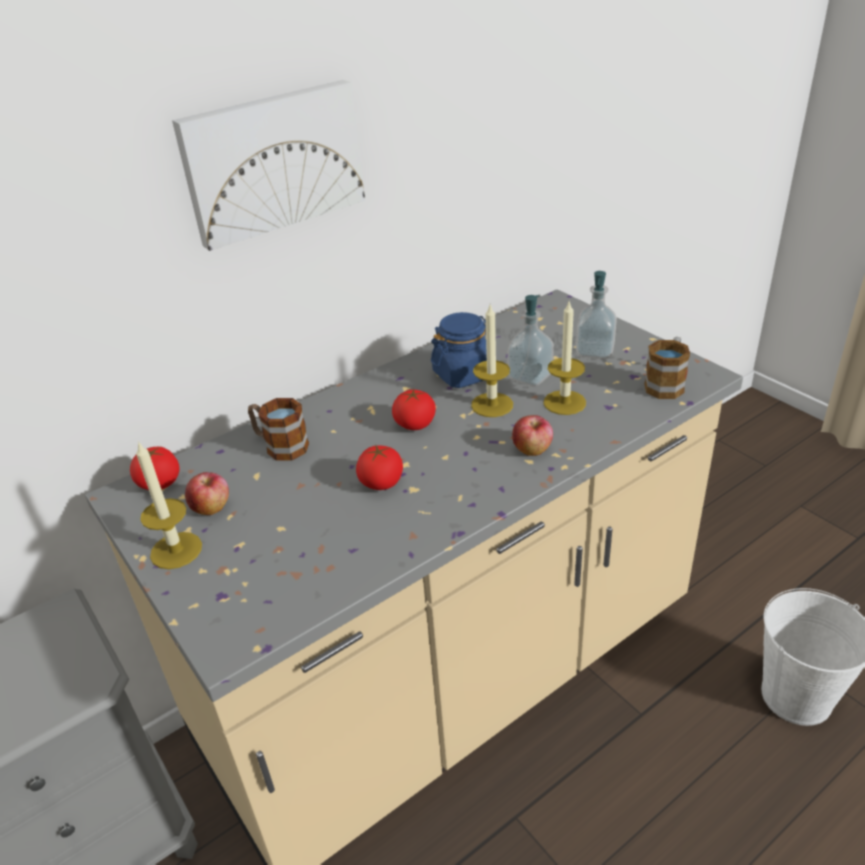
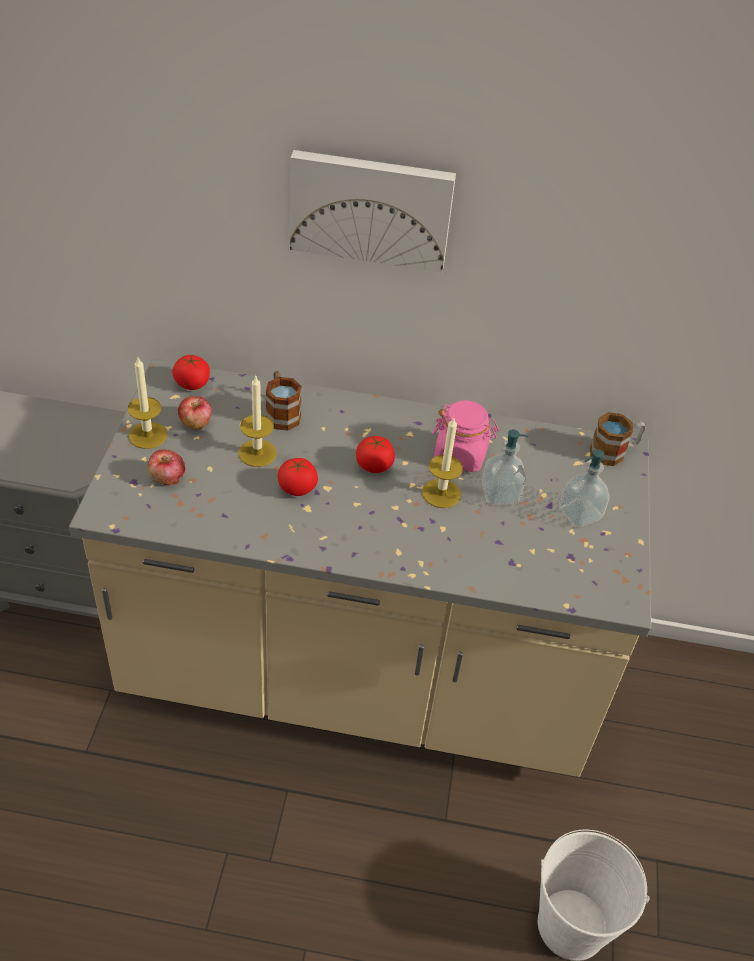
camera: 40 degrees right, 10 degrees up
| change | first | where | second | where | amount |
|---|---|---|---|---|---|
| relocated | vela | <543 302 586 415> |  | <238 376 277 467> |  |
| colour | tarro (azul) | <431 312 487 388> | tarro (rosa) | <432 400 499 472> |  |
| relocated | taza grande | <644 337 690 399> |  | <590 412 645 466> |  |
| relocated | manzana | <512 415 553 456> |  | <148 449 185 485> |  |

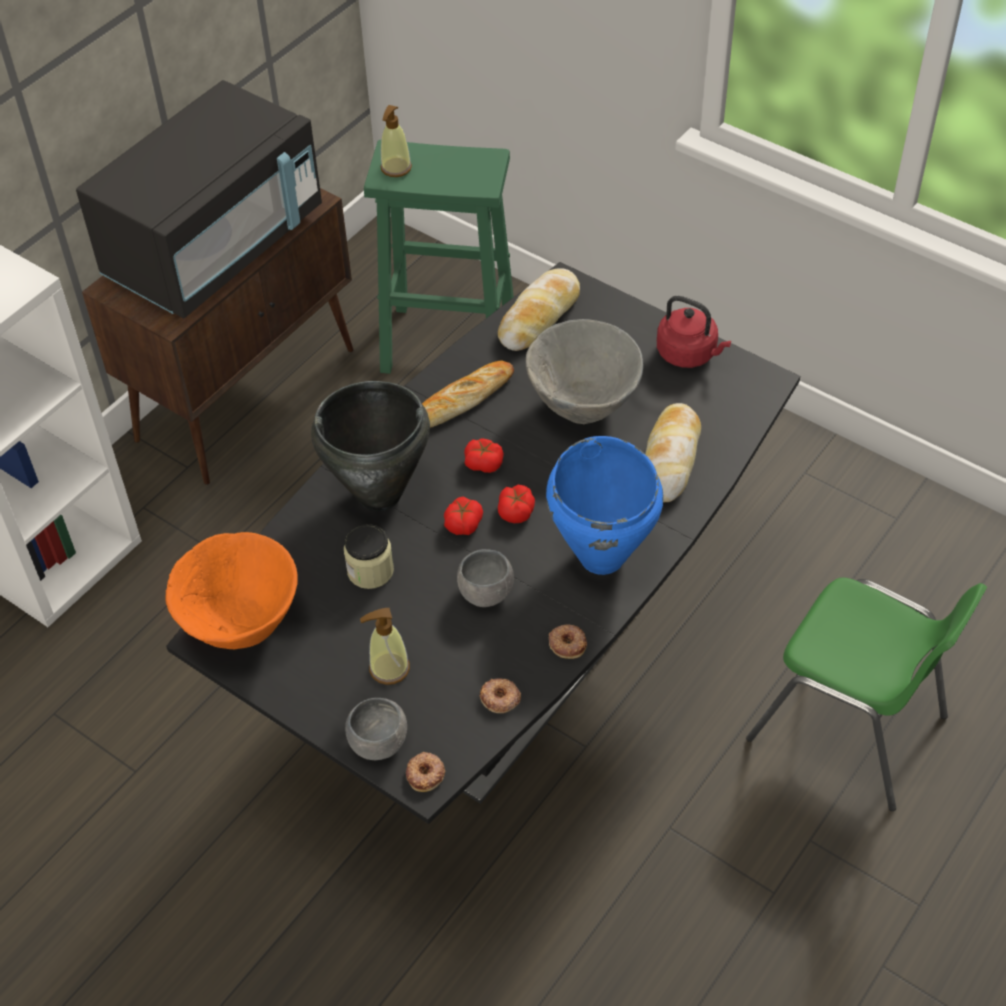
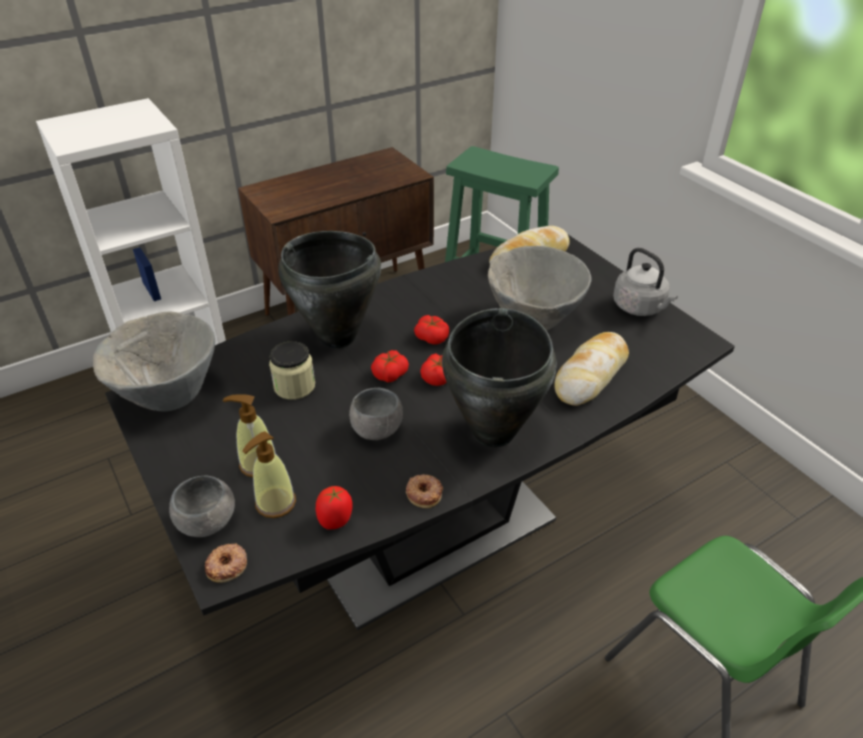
camera: 20 degrees right, 10 degrees down
| change | first | where | second | where | amount |
|---|---|---|---|---|---|
| missing | microondas (negro) | <76 80 322 318> |  |  |  |
| relocated | dispensador de jabón | <380 105 412 177> |  | <242 431 296 518> |  |
| colour | hervidor (rojo) | <657 296 731 368> | hervidor (gris) | <613 248 678 316> |  |
| missing | pan | <422 361 514 428> |  |  |  |
| colour | olla (azul) | <546 436 663 575> | olla (negro) | <442 308 557 447> |  |
| colour | cuenco (naranja) | <165 532 298 649> | cuenco (gris) | <93 311 215 412> |  |
| exchanged | rosquilla | <480 678 521 713> | tomate | <316 486 353 530> |  |

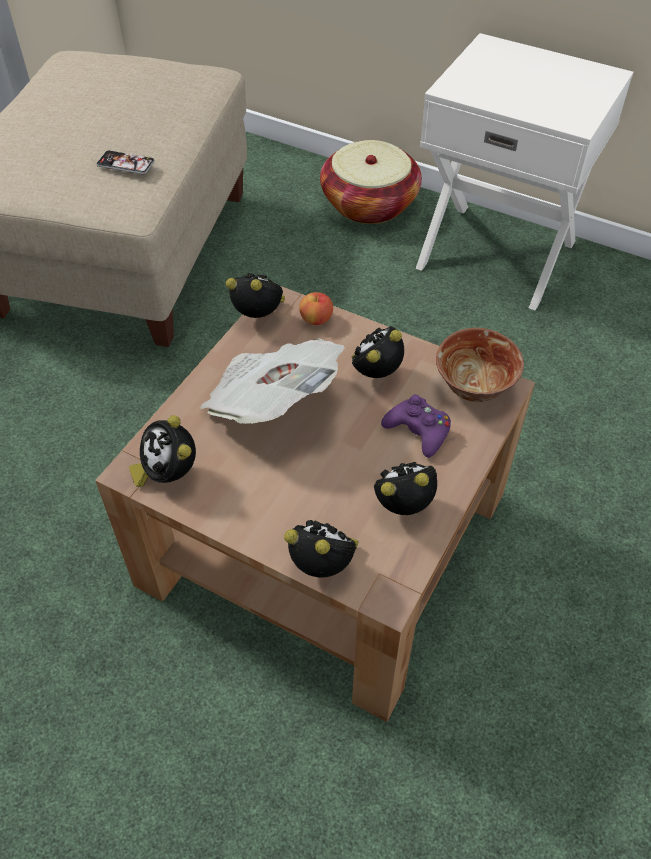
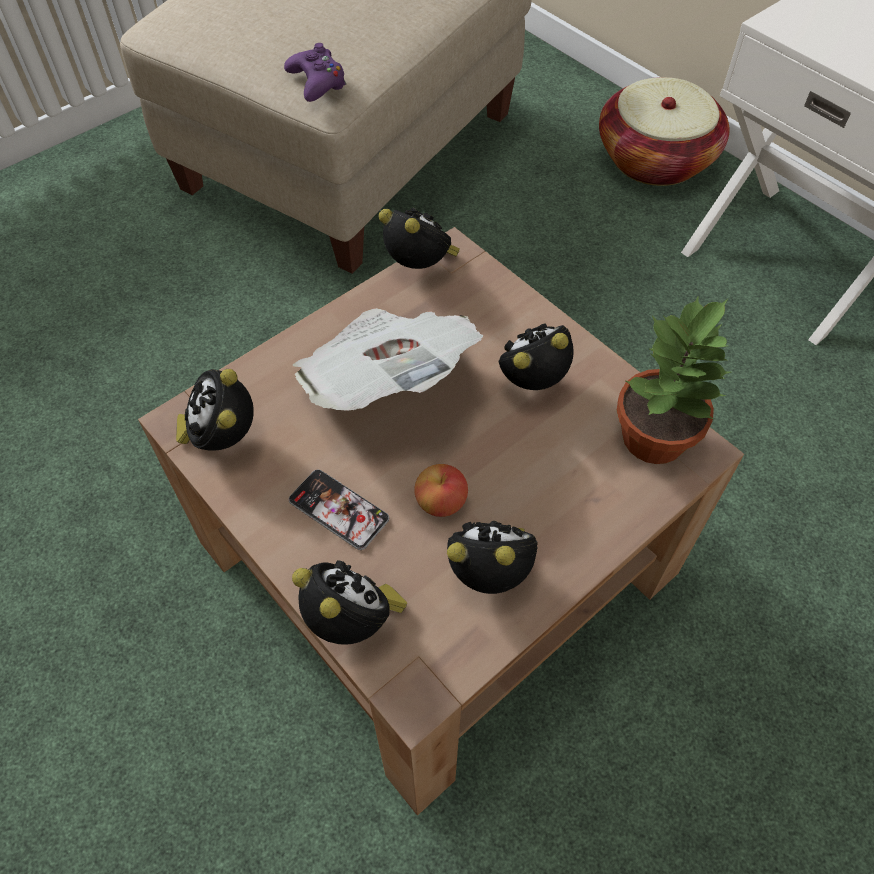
camera: 20 degrees right, 5 degrees up
| change | first | where | second | where | amount |
|---|---|---|---|---|---|
| relocated | móvil | <96 150 155 174> |  | <289 470 389 550> |  |
| relocated | manzana | <299 292 333 325> |  | <414 464 468 517> |  |
| exchanged | cuenco | <436 328 524 402> | planta en maceta | <617 297 731 464> |  |
| relocated | mando de consola (morado) | <381 395 451 458> |  | <284 43 346 102> |  |

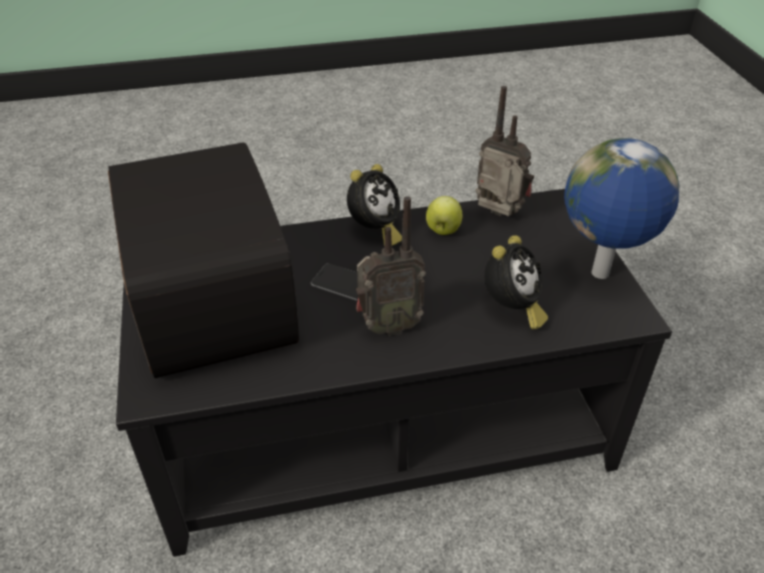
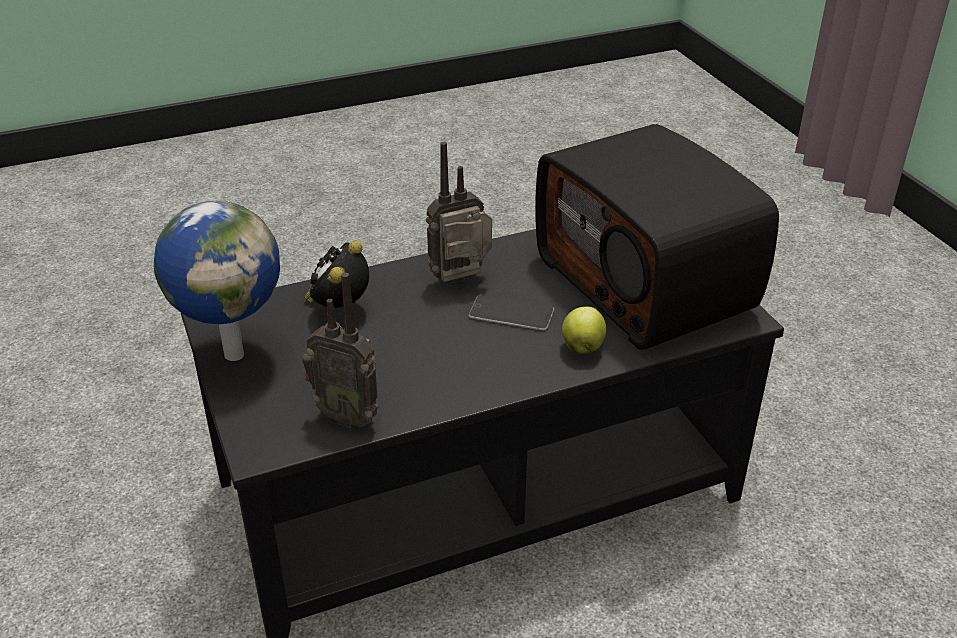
camera: 170 degrees right, 5 degrees down
| change | first | where | second | where | amount |
|---|---|---|---|---|---|
| missing | despertador | <347 164 402 246> |  |  |  |
| relocated | manzana | <426 196 462 235> |  | <562 307 606 354> |  |

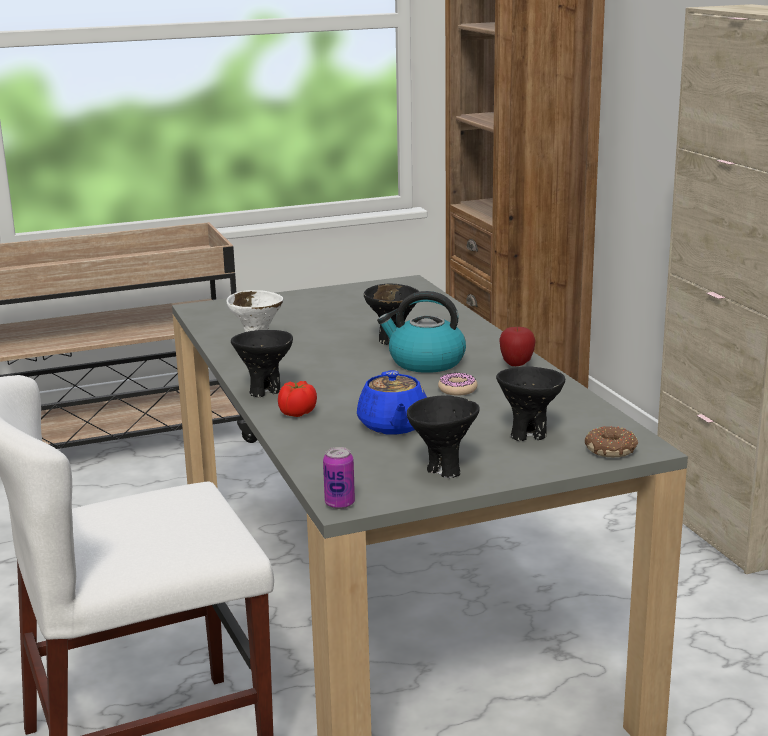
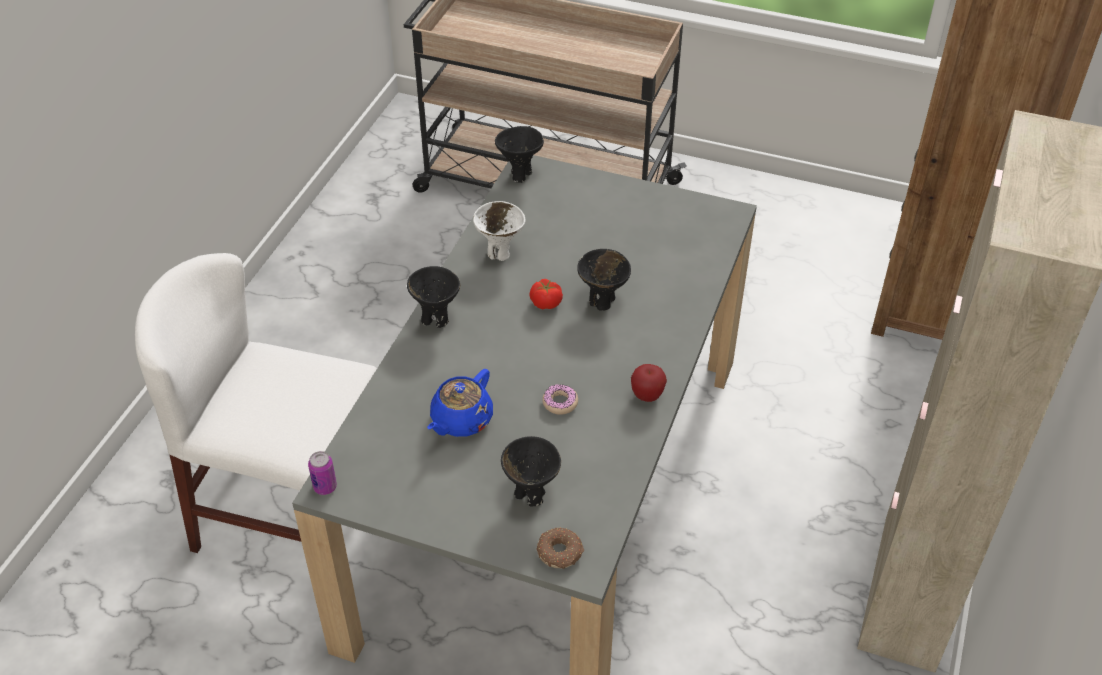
camera: 40 degrees right, 25 degrees up
| change | first | where | second | where | amount |
|---|---|---|---|---|---|
| missing | hervidor | <377 291 466 373> |  |  |  |
| relocated | tomate | <278 381 317 417> |  | <529 279 563 309> |  |
| relocated | cuenco (negro) | <407 396 480 478> |  | <495 126 544 183> |  |

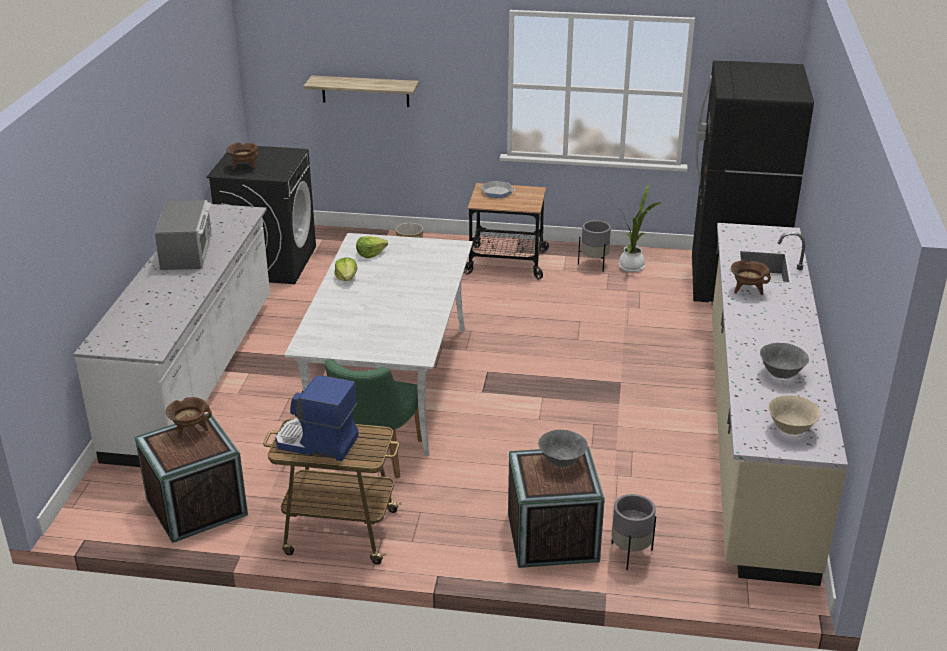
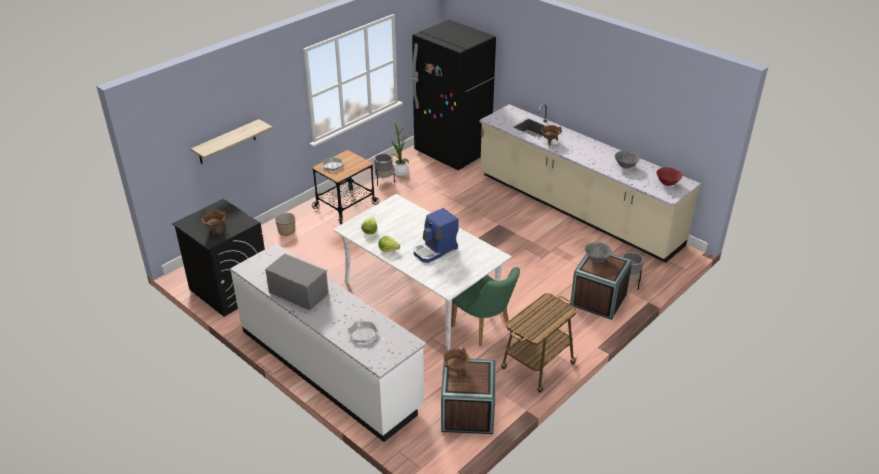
camera: 55 degrees left, 5 degrees up
| change | first | where | second | where | amount |
|---|---|---|---|---|---|
| relocated | cafetera | <275 375 359 461> |  | <414 208 459 263> |  |
| colour | cuenco (beis) | <768 395 821 435> | cuenco (rojo) | <656 167 683 186> |  |
| appeared |  |  | sartén | <348 321 378 343> |  |

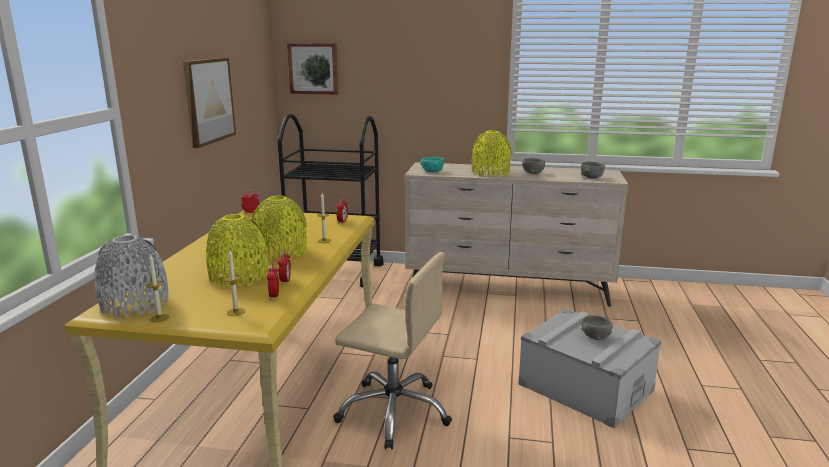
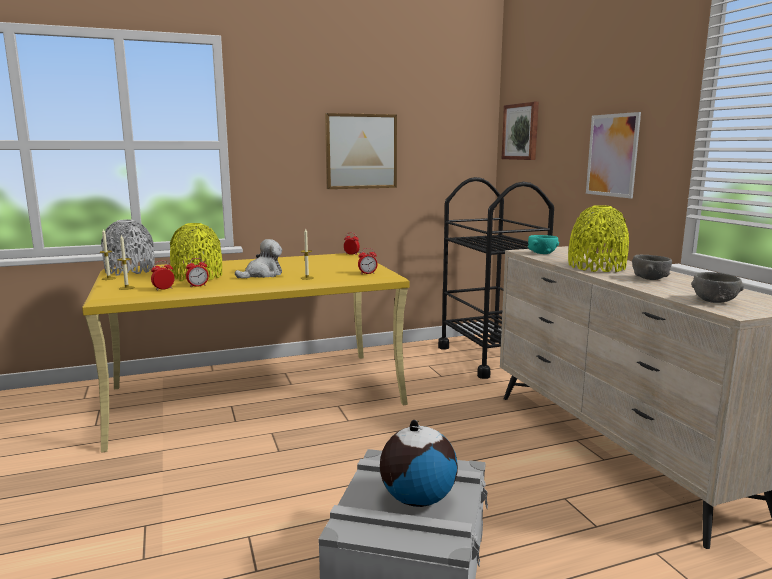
camera: 60 degrees right, 5 degrees down
| change | first | where | second | where | amount |
|---|---|---|---|---|---|
| exchanged | florero (amarillo) | <252 196 307 260> | peluche | <235 239 282 278> |  |
| missing | silla de oficina (beis) | <333 252 452 449> |  |  |  |
| exchanged | cuenco (gris) | <581 315 613 340> | globo terráqueo | <380 420 458 507> |  |
| appeared |  |  | cuadro | <586 112 641 198> |  |

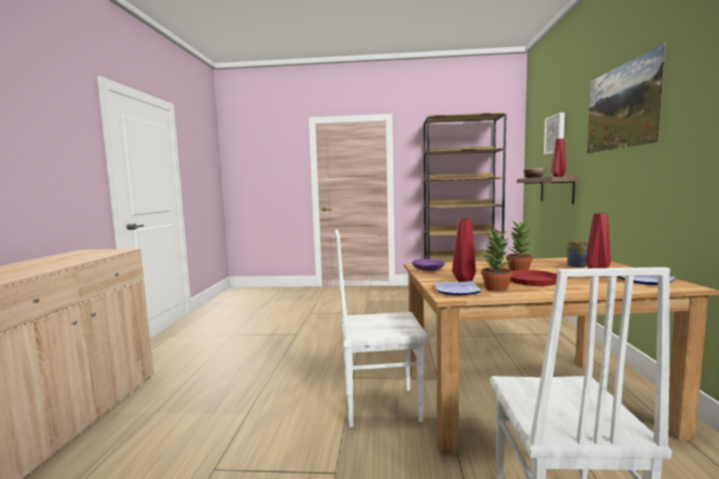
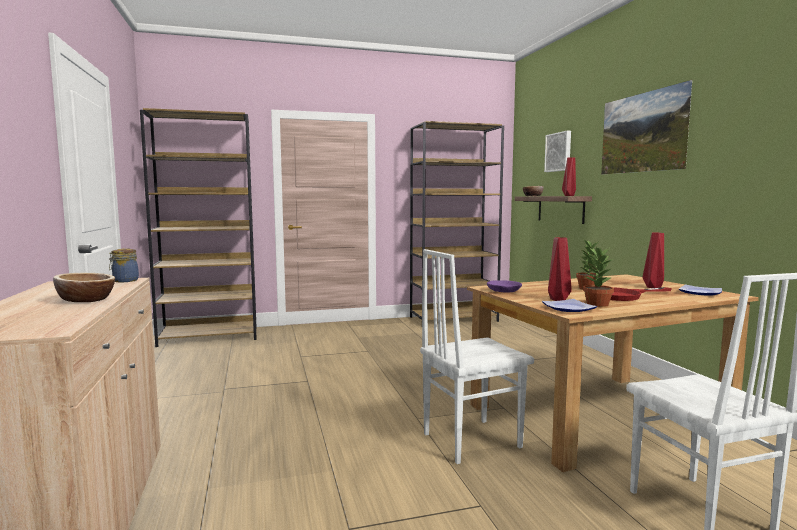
camera: 20 degrees left, 0 degrees up
| change | first | where | second | where | amount |
|---|---|---|---|---|---|
| relocated | tarro | <565 241 588 268> |  | <109 249 139 282> |  |
| appeared |  |  | estantería (marrón) | <140 108 257 347> |  |
| appeared |  |  | cuenco | <53 273 115 302> |  |

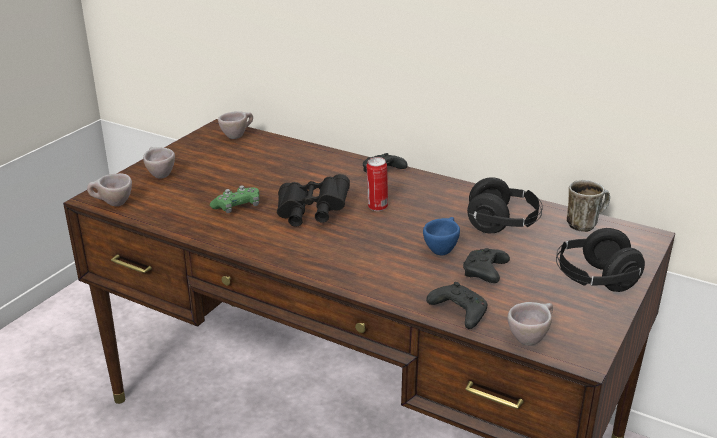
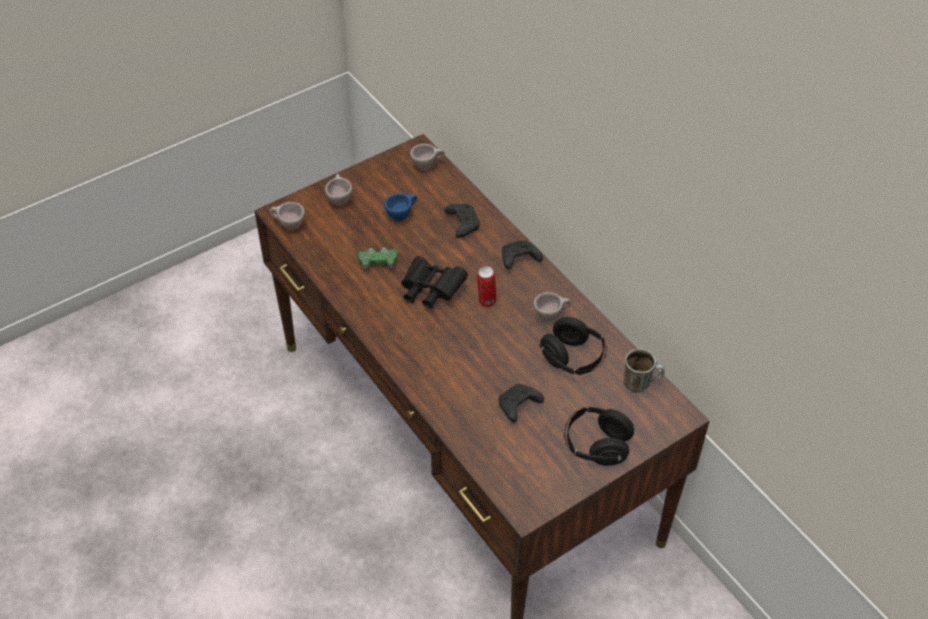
camera: 25 degrees right, 20 degrees up
| change | first | where | second | where | amount |
|---|---|---|---|---|---|
| relocated | taza (azul) | <423 217 460 255> |  | <384 193 417 221> |  |
| relocated | mando de consola (negro) | <426 282 487 329> |  | <444 204 480 238> |  |
| relocated | taza (beis) | <507 302 553 346> |  | <533 292 572 322> |  |

